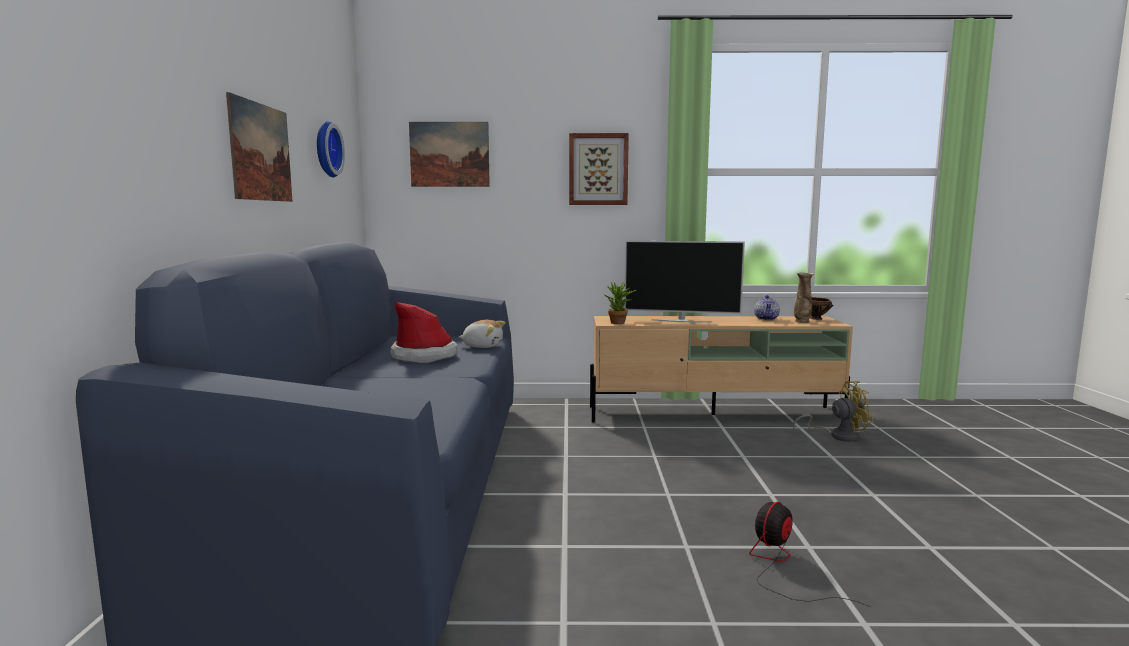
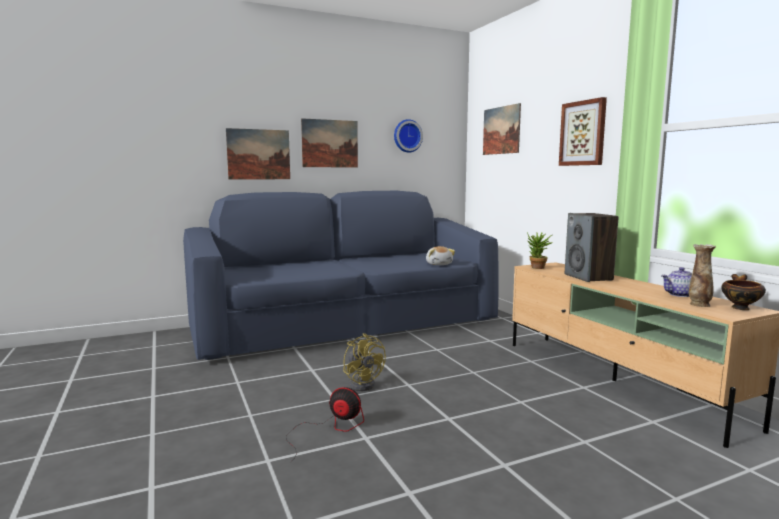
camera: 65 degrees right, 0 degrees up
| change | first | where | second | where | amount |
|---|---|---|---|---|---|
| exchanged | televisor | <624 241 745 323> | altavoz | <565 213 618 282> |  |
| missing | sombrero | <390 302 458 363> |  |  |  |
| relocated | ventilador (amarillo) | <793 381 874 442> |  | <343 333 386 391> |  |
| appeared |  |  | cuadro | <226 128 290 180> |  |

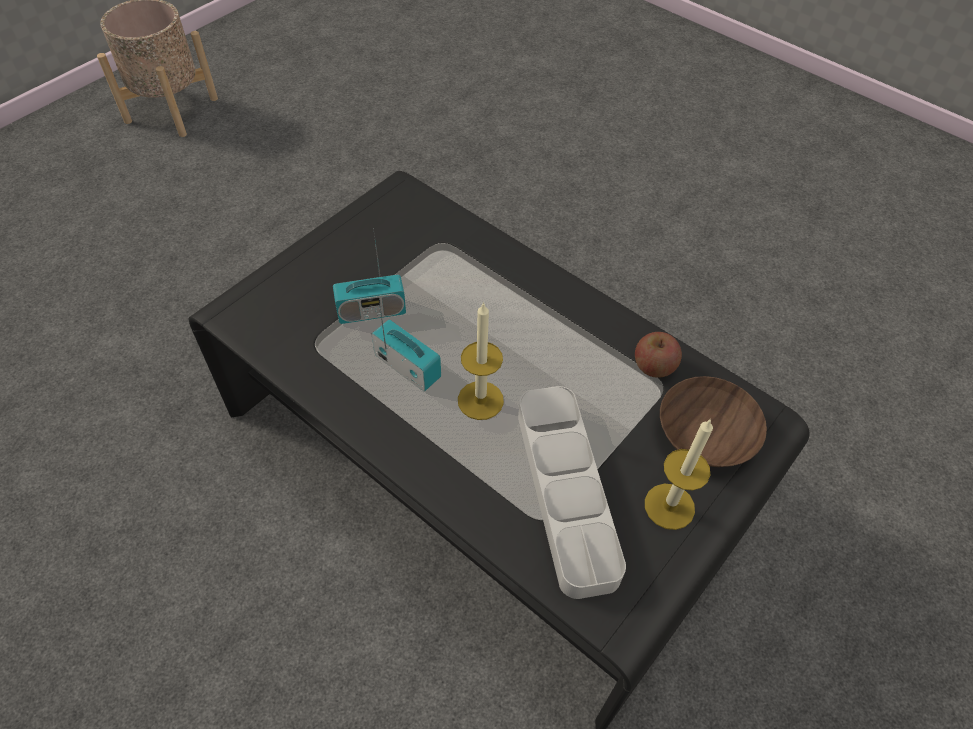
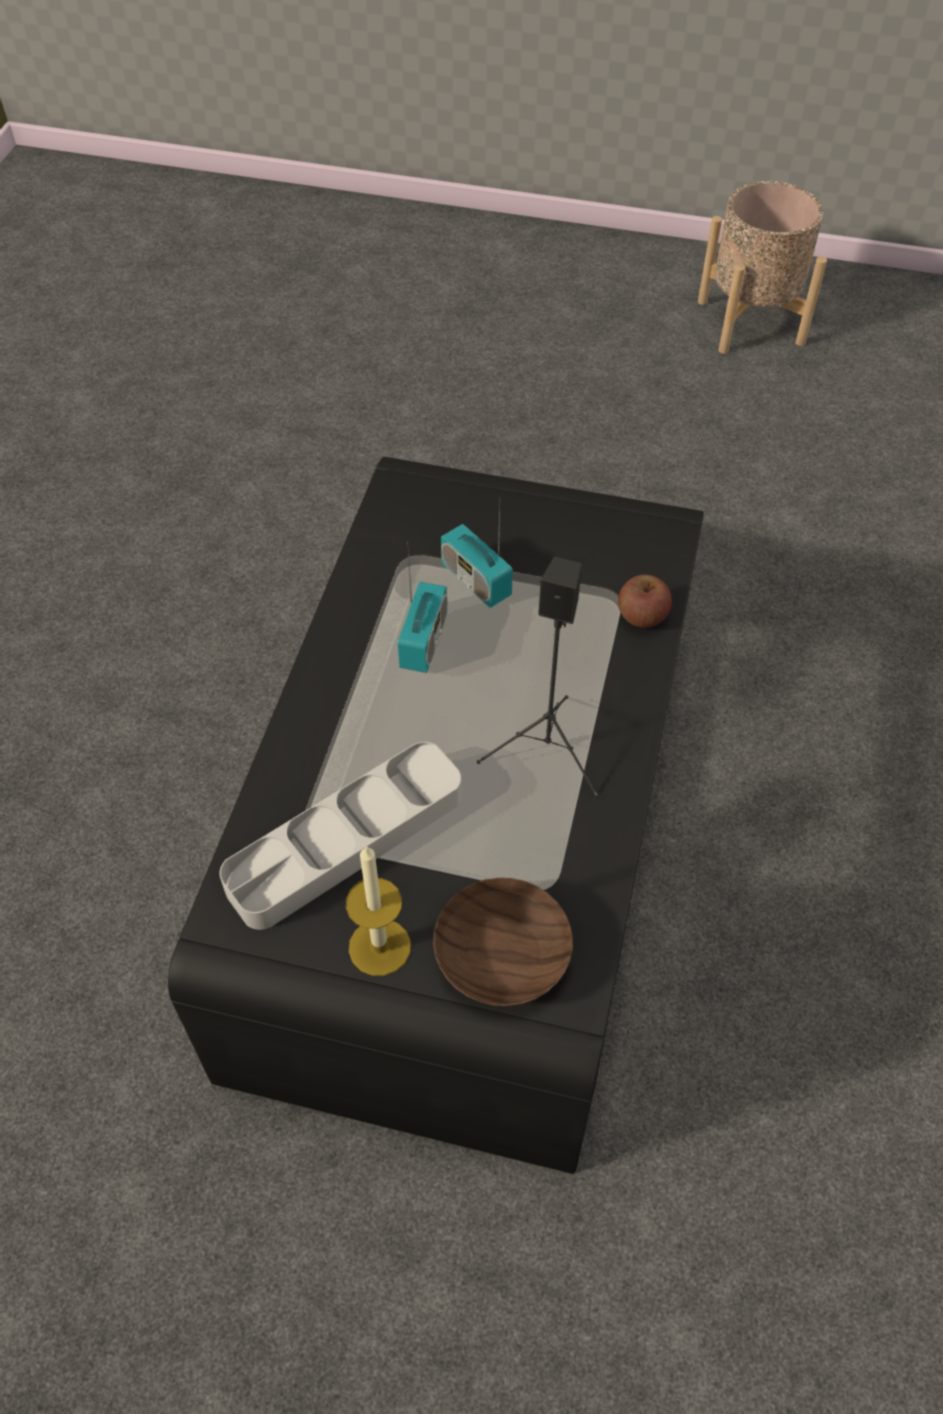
camera: 65 degrees right, 0 degrees up
| change | first | where | second | where | amount |
|---|---|---|---|---|---|
| missing | vela | <458 302 504 420> |  |  |  |
| relocated | manzana | <635 332 682 378> |  | <618 575 672 628> |  |
| appeared |  |  | altavoz (negro) | <477 557 598 797> |  |

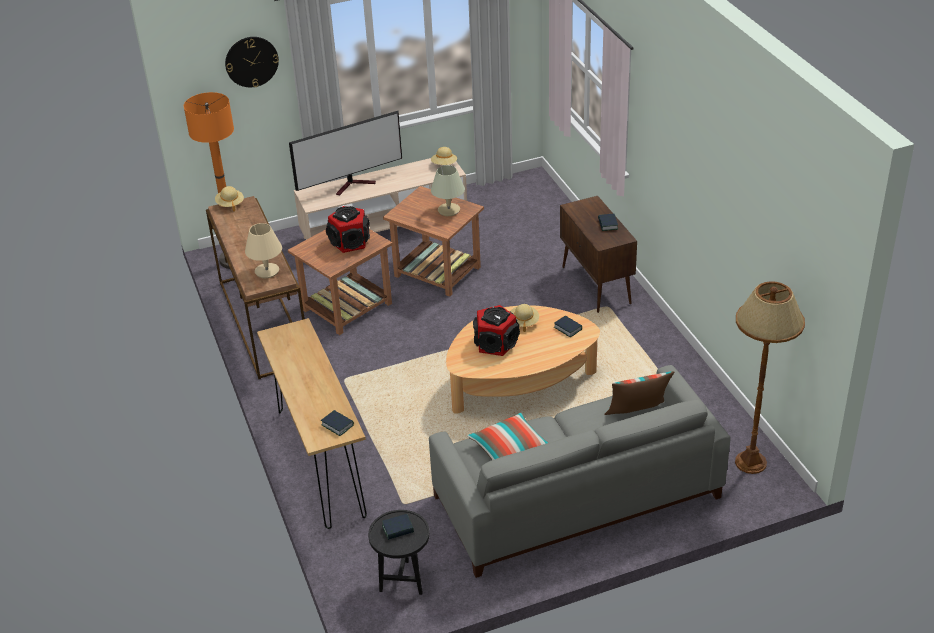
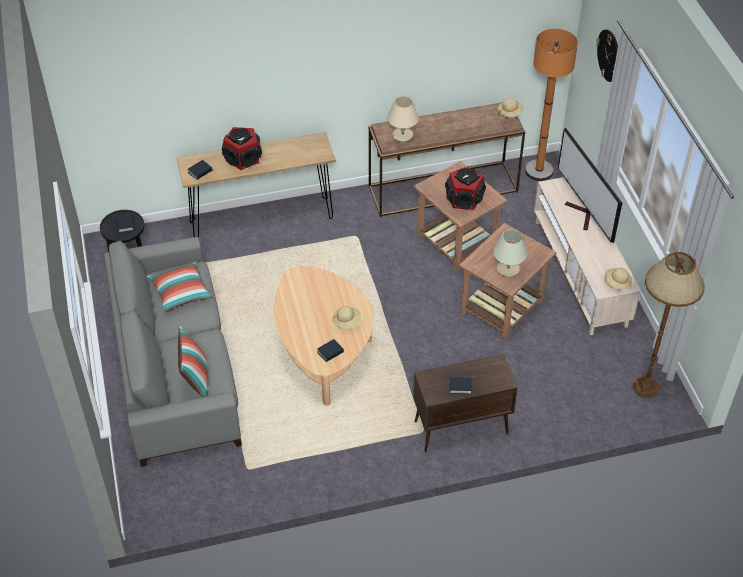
camera: 95 degrees right, 10 degrees up
| change | first | where | second | where | amount |
|---|---|---|---|---|---|
| relocated | lámpara de pie (marrón) | <735 281 805 474> |  | <632 252 705 398> |  |
| relocated | altavoz | <473 305 520 356> |  | <222 127 262 170> |  |

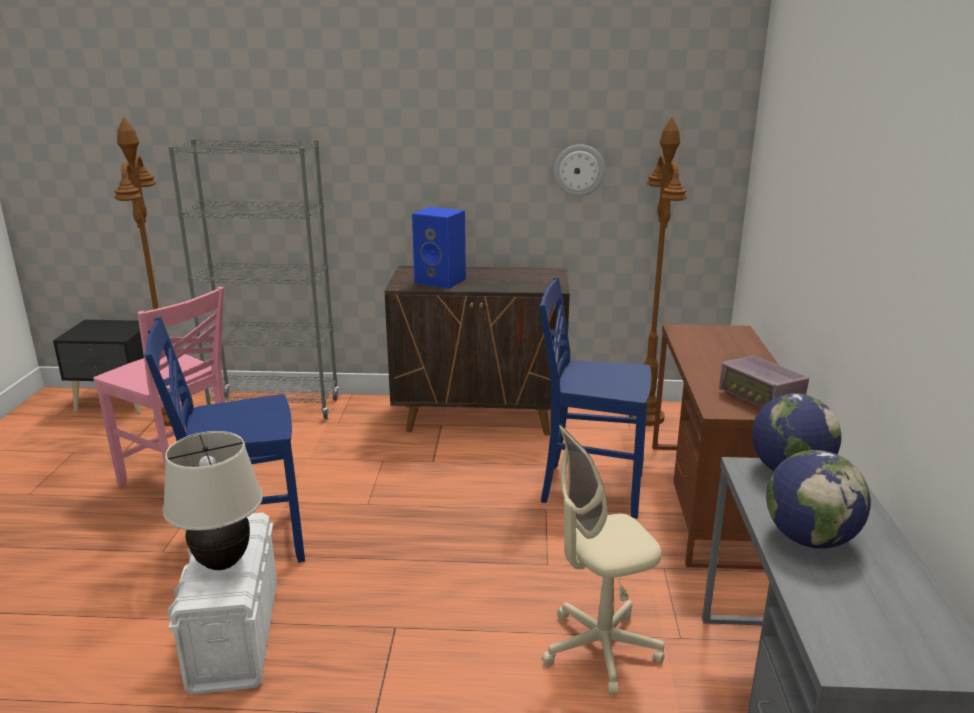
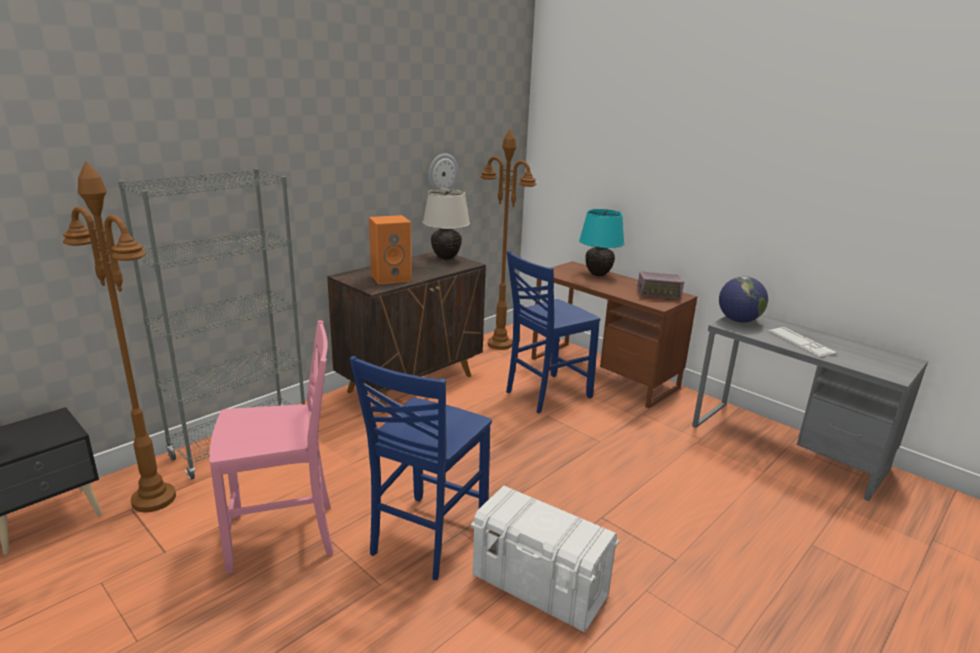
camera: 50 degrees left, 0 degrees up
| change | first | where | second | where | amount |
|---|---|---|---|---|---|
| colour | altavoz (azul) | <412 207 466 289> | altavoz (naranja) | <369 215 411 284> |  |
| missing | silla de oficina (beis) | <542 425 664 695> |  |  |  |
| relocated | lámpara de mesa (beis) | <163 431 263 570> |  | <423 189 470 260> |  |
| exchanged | globo terráqueo | <766 450 871 548> | teclado | <768 327 837 358> |  |
| appeared |  |  | lámpara de mesa (turquesa) | <579 209 625 276> |  |

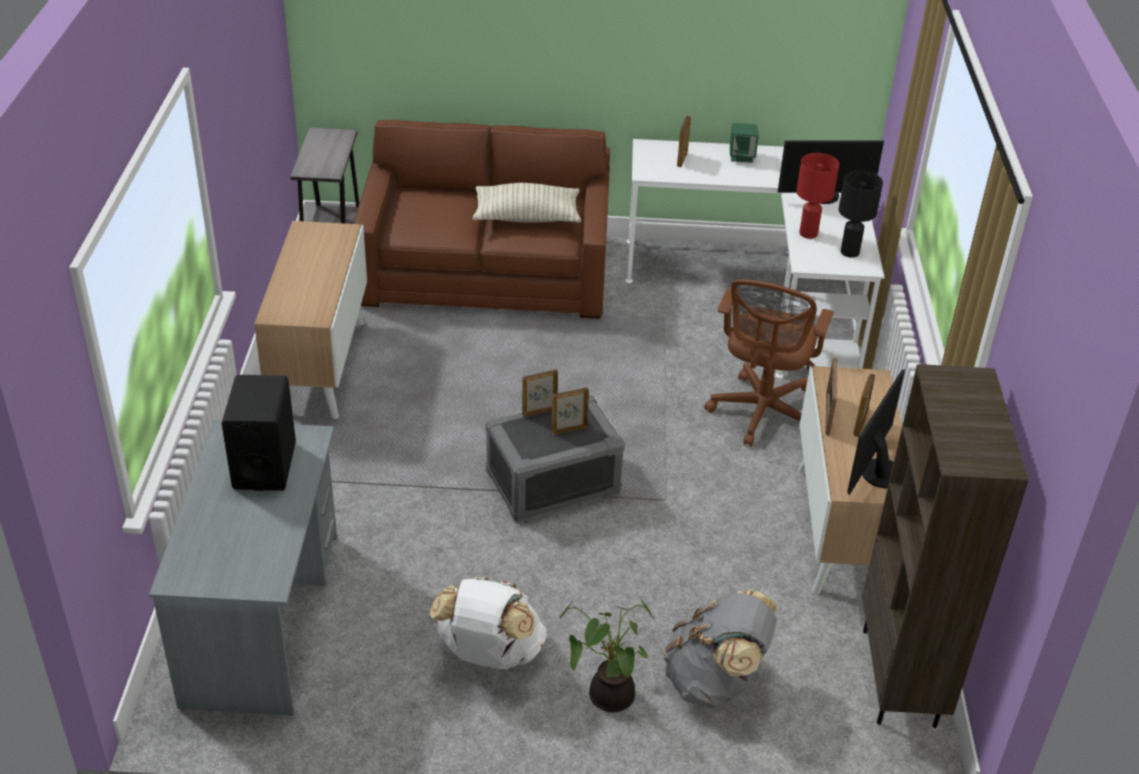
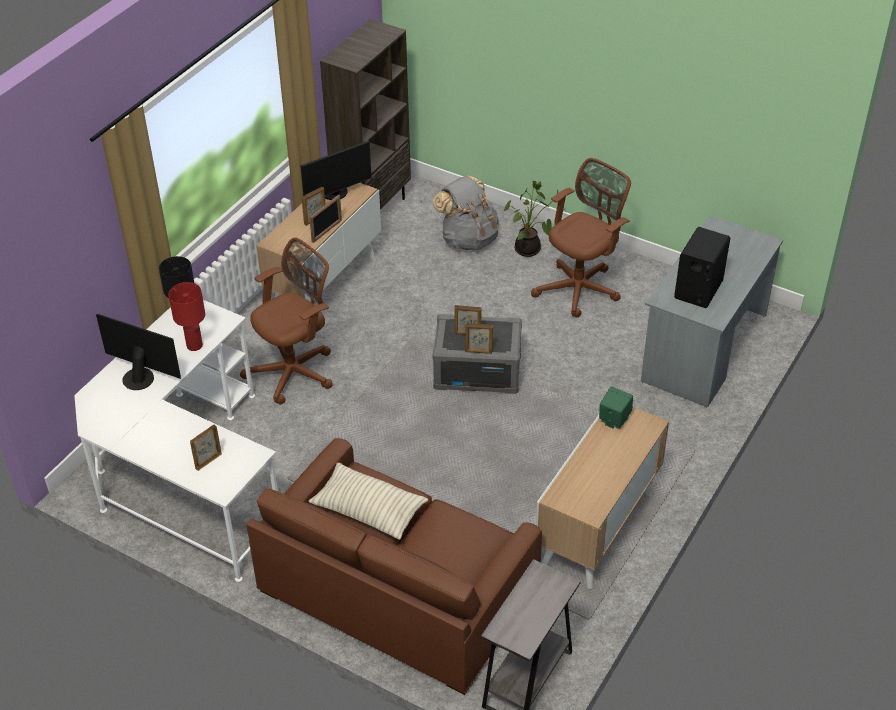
camera: 150 degrees left, 5 degrees up
| change | first | where | second | where | amount |
|---|---|---|---|---|---|
| relocated | altavoz (verde) | <730 123 759 163> |  | <599 386 633 429> |  |
| exchanged | mochila (blanco) | <430 576 547 669> | silla de oficina (marrón) | <531 158 631 318> |  |

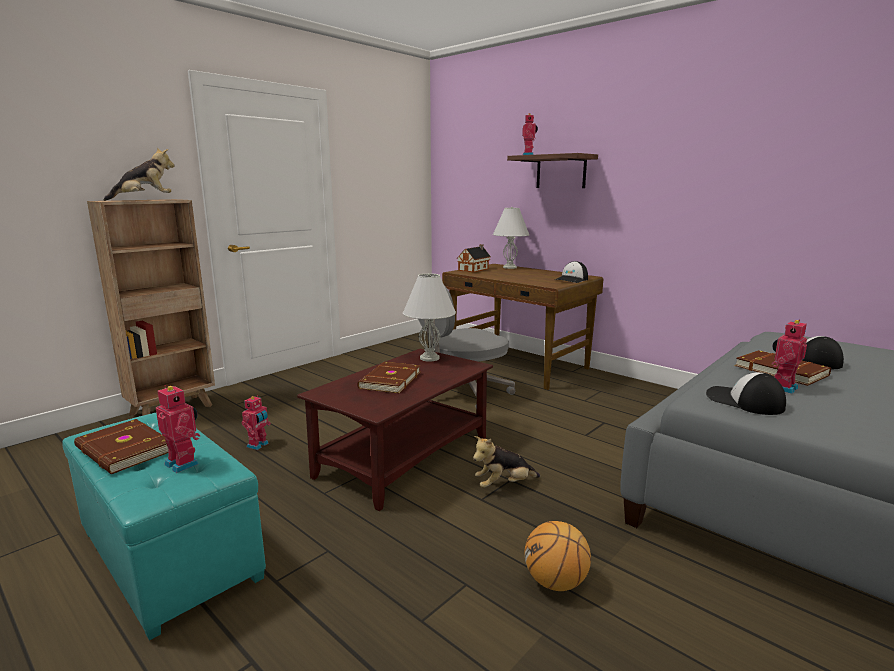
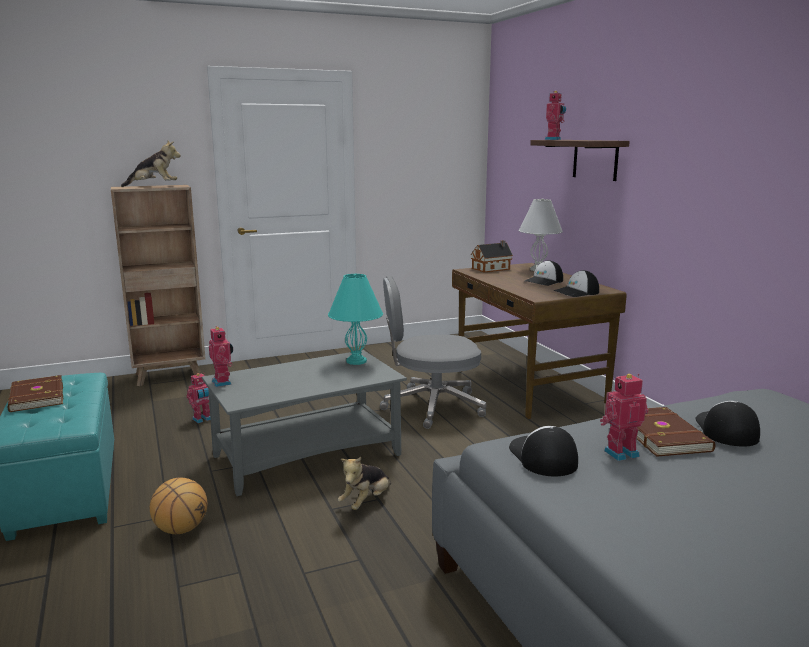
camera: 25 degrees right, 0 degrees up
| change | first | where | second | where | amount |
|---|---|---|---|---|---|
| colour | lámpara de mesa (blanco) | <403 273 456 362> | lámpara de mesa (turquesa) | <328 274 383 365> |  |
| colour | mesa de centro (marrón) | <297 349 493 511> | mesa de centro (gris) | <202 350 407 496> |  |
| missing | libro (marrón) | <357 362 421 394> |  |  |  |
| relocated | robot de juguete | <156 385 200 473> |  | <209 326 233 387> |  |
| spun | peluche | <473 436 540 488> |  | <338 457 391 510> | 60 degrees counterclockwise |
| relocated | balón de baloncesto | <525 521 591 591> |  | <150 478 207 534> |  |
| appeared |  |  | gorra | <525 260 563 286> |  |

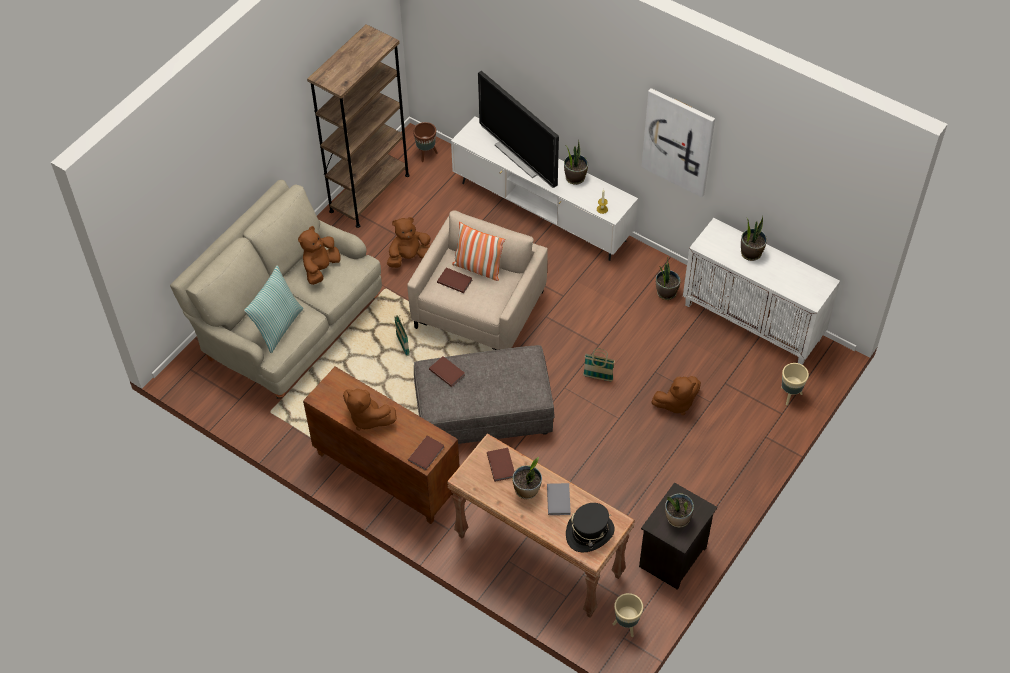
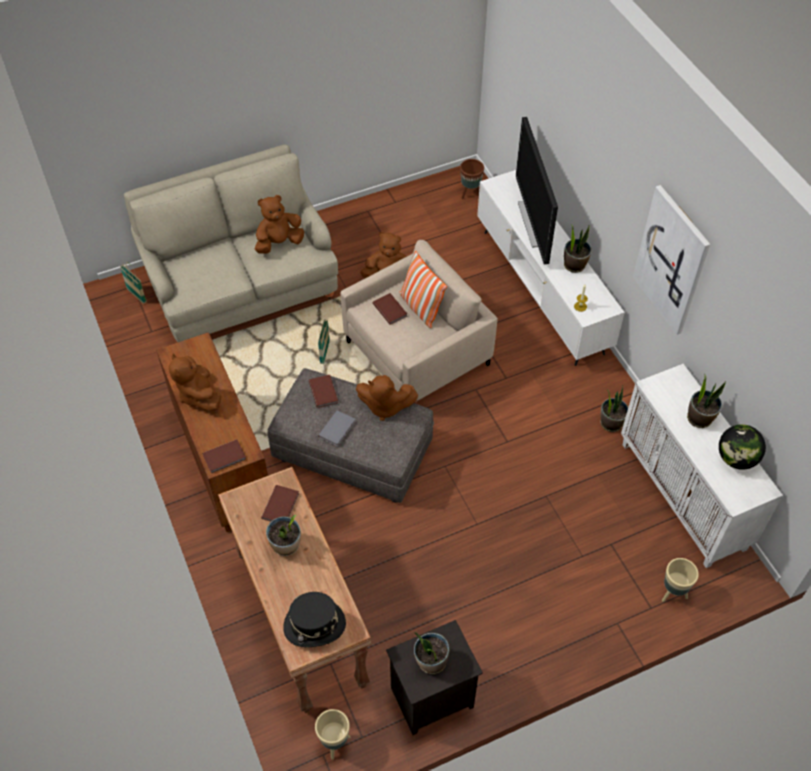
camera: 30 degrees right, 0 degrees up
| change | first | where | second | where | amount |
|---|---|---|---|---|---|
| missing | estantería (marrón) | <307 24 410 228> |  |  |  |
| missing | cojín | <244 265 303 353> |  |  |  |
| relocated | cesta | <583 349 615 381> |  | <120 262 147 304> |  |
| relocated | peluche (marrón) | <651 376 701 415> |  | <356 375 418 421> |  |
| relocated | libro (gris) | <547 483 571 515> |  | <318 410 356 446> |  |
| appeared |  |  | globo terráqueo | <719 424 766 470> |  |

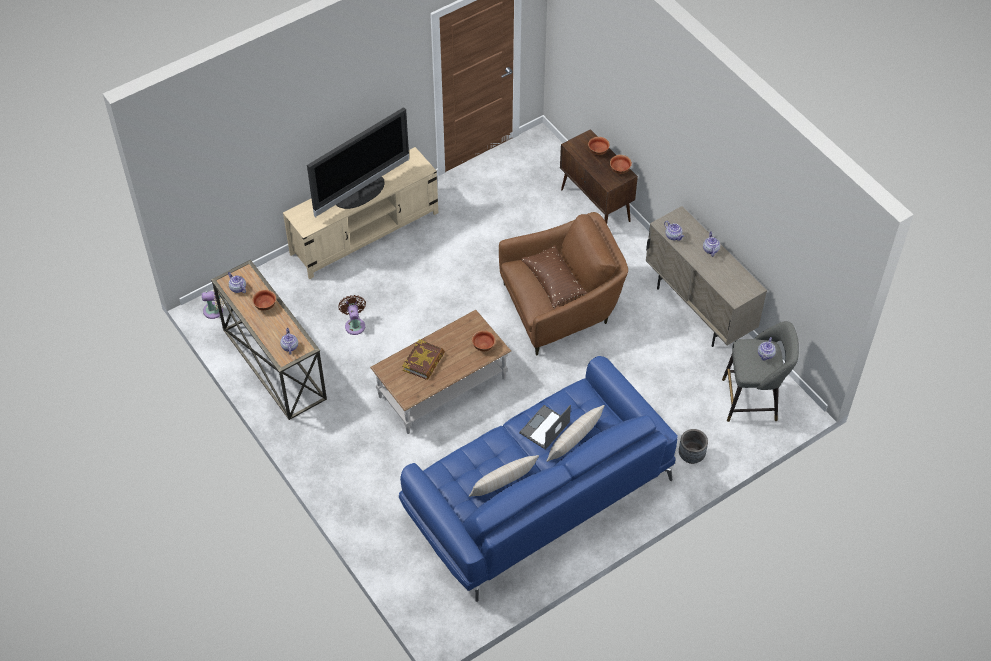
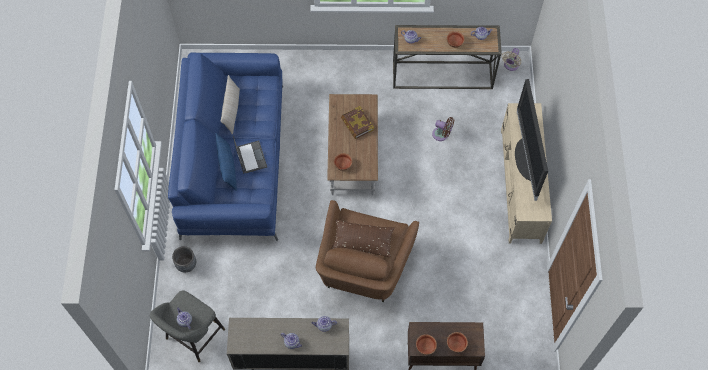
camera: 125 degrees right, 10 degrees up
| change | first | where | second | where | amount |
|---|---|---|---|---|---|
| colour | cojín (beis) | <546 405 605 462> | cojín (azul) | <215 133 237 191> |  |

